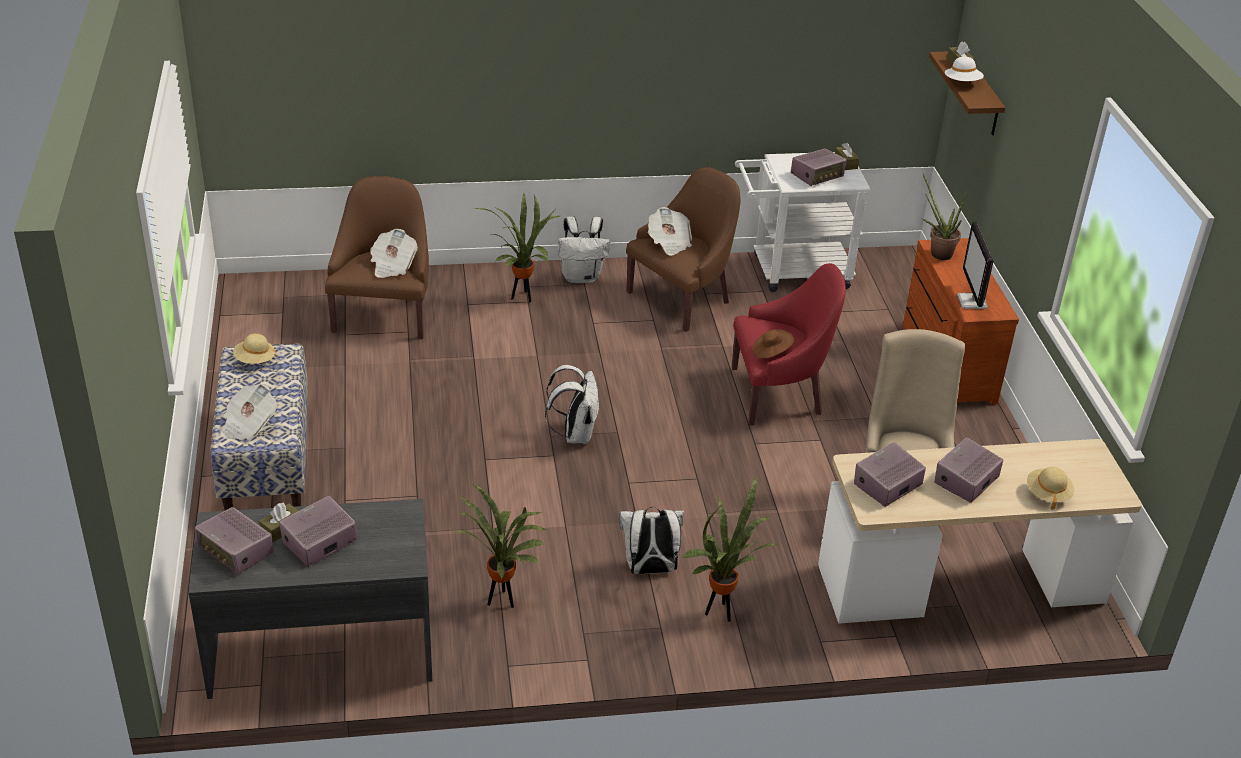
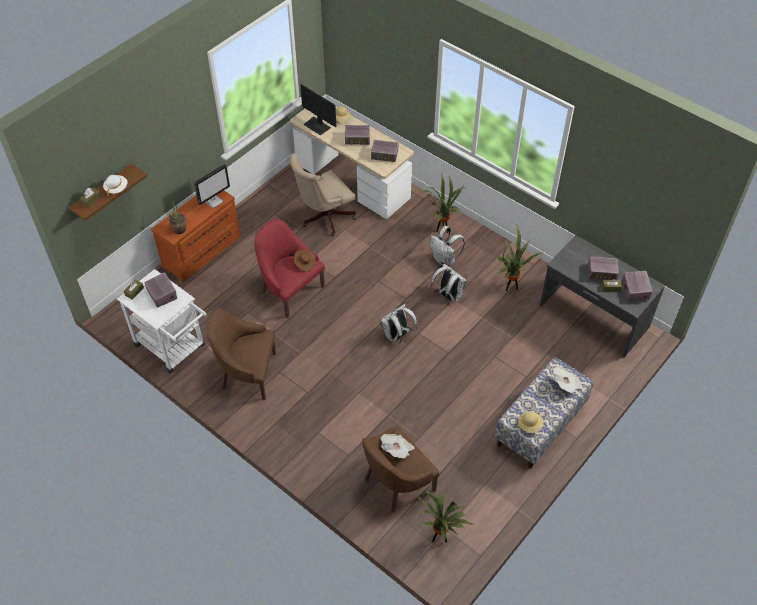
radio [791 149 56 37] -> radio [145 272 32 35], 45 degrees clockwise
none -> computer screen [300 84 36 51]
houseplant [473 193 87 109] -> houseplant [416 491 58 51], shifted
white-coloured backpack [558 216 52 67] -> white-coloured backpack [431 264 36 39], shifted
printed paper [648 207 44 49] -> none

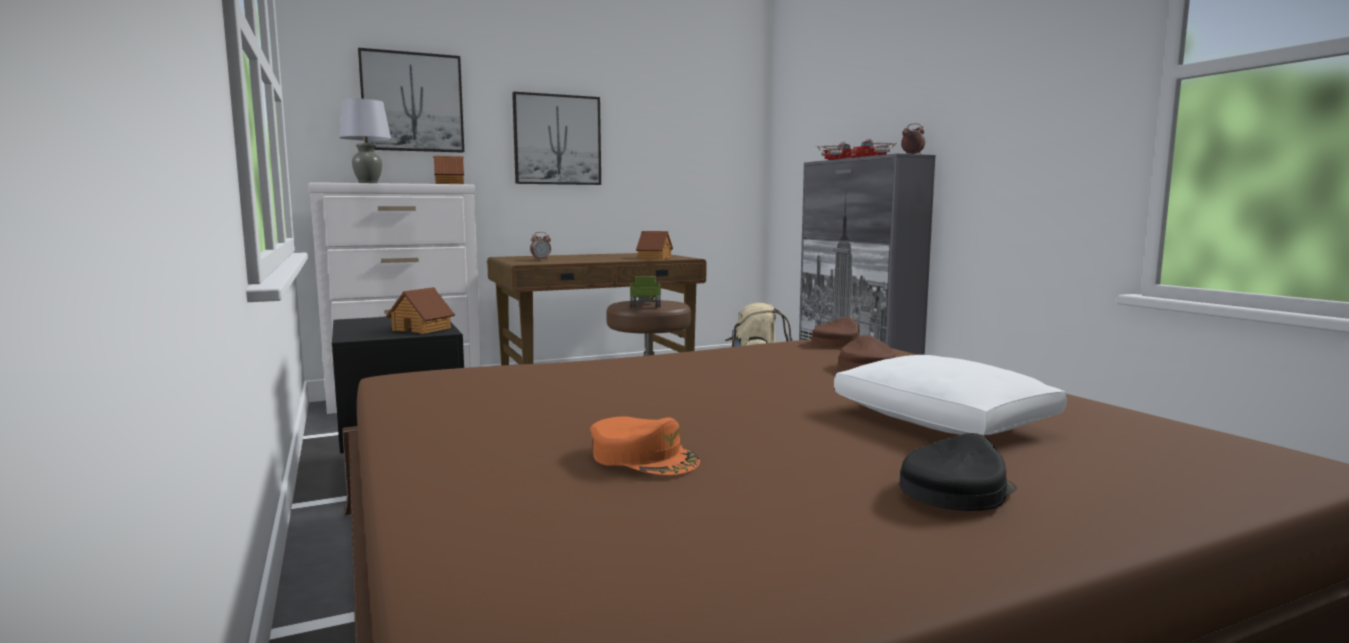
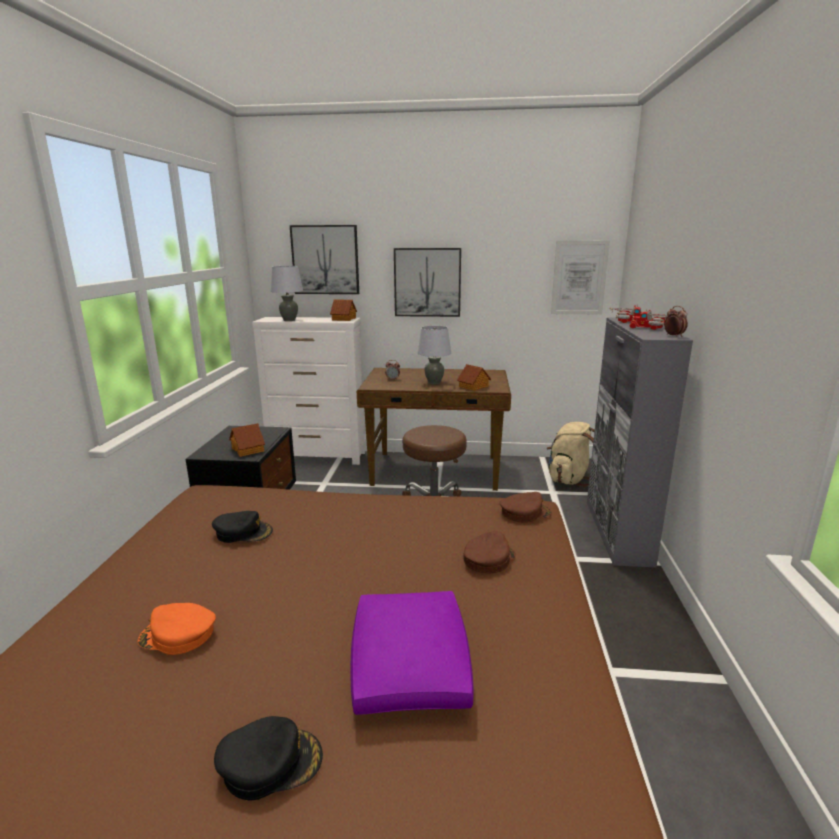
orange-coloured peaked cap [590 416 110 60] -> orange-coloured peaked cap [138 603 78 52], 120 degrees clockwise
none -> black peaked cap [212 511 61 32]
white-coloured cushion [834 355 233 80] -> purplish cushion [350 591 124 124]
none -> gray tabletop lamp [418 326 33 58]
none -> wall art [551 241 59 73]
model truck [629 276 32 32] -> none

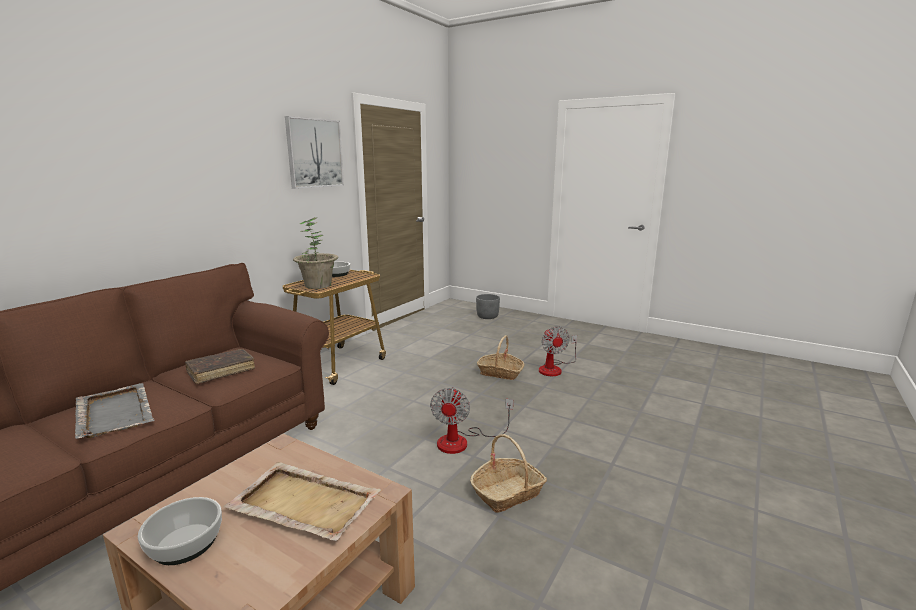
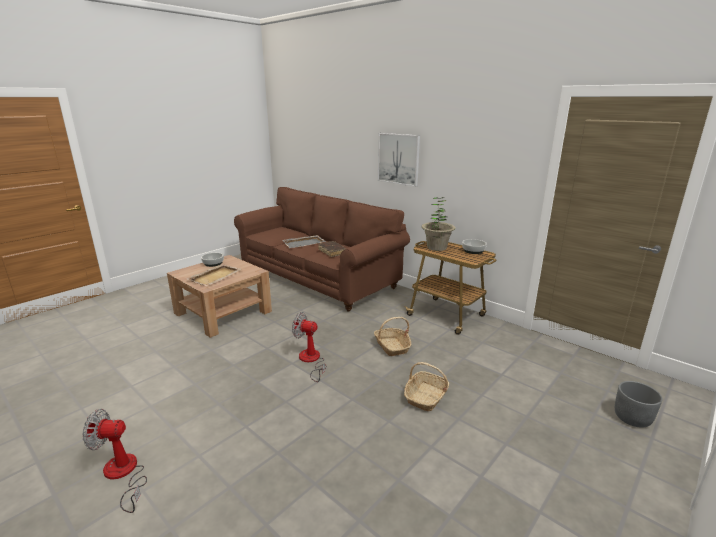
fan [539 326 38 50] -> fan [83 409 64 104], shifted
storage basket [470 434 77 79] -> storage basket [374 317 38 39], shifted
wall art [285 116 59 73] -> wall art [378 133 42 54], shifted

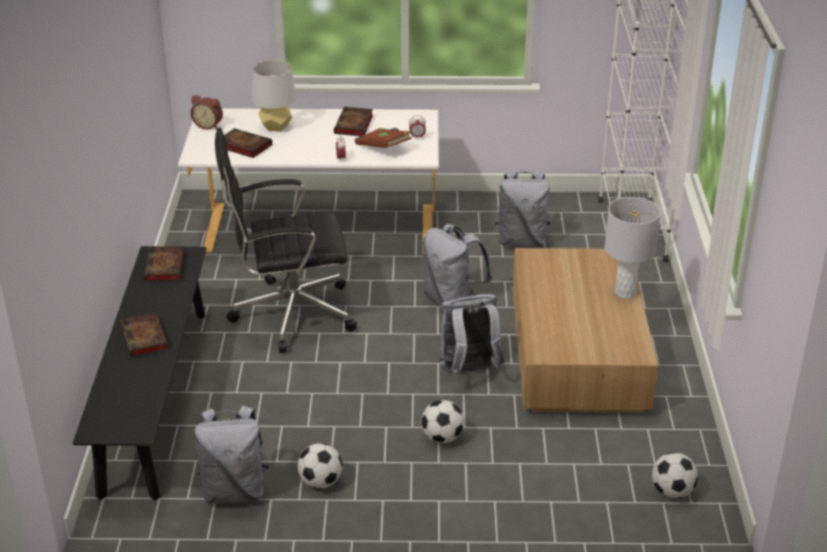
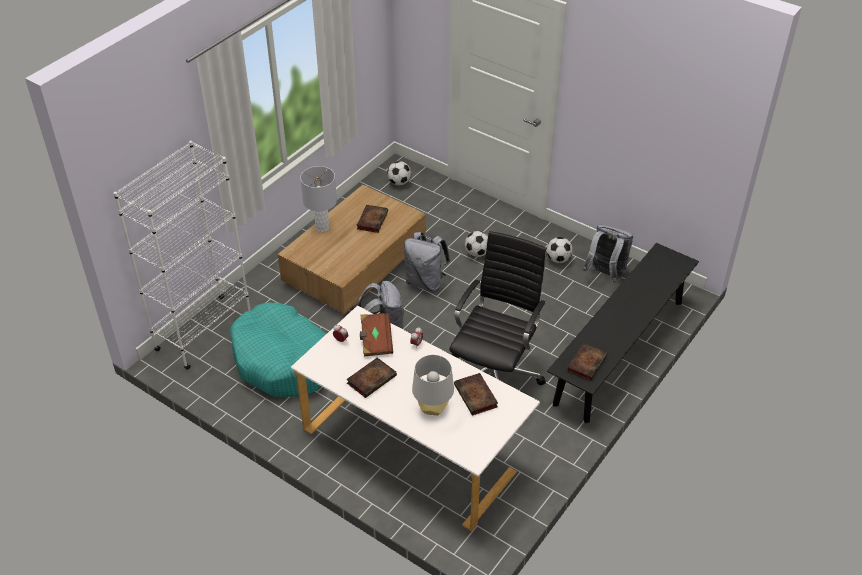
gray backpack [495 171 56 76] -> blue-green pet bed [230 302 96 95]
book [121 312 47 45] -> book [356 205 32 28], shifted
black office chair [215 128 142 225] -> black office chair [449 231 98 154], 90 degrees counterclockwise
bedside clock [191 95 32 35] -> none

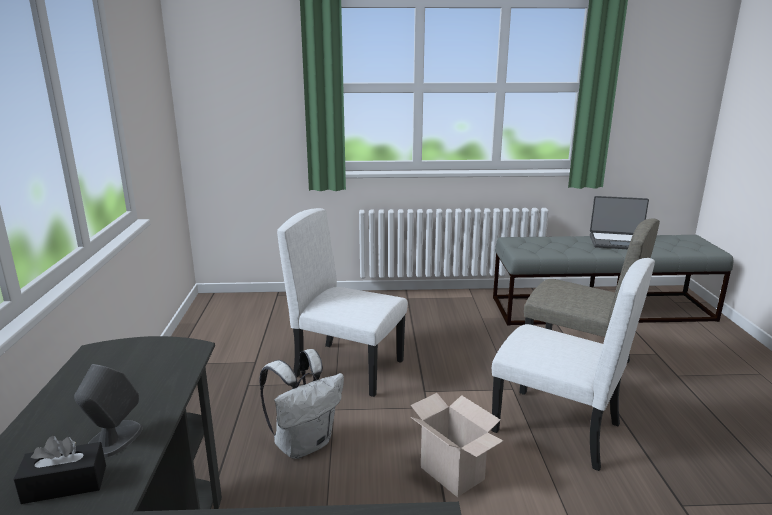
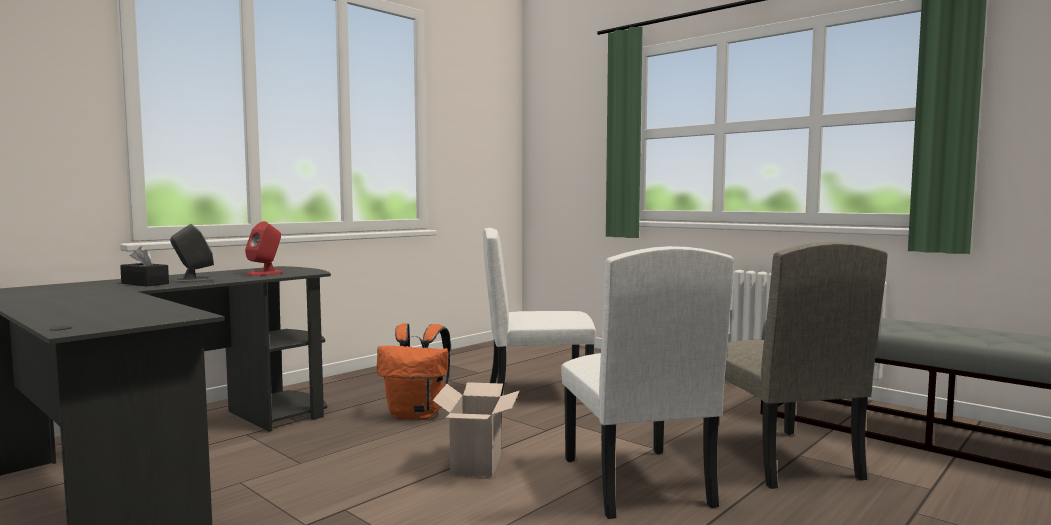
none -> red-coloured speaker [245 221 38 55]
white-coloured backpack [260 349 84 110] -> orange-coloured backpack [377 323 74 97]
white-coloured upright chair [277 208 131 189] -> white-coloured upright chair [483 228 113 169], 75 degrees counterclockwise
laptop [590 196 59 53] -> none

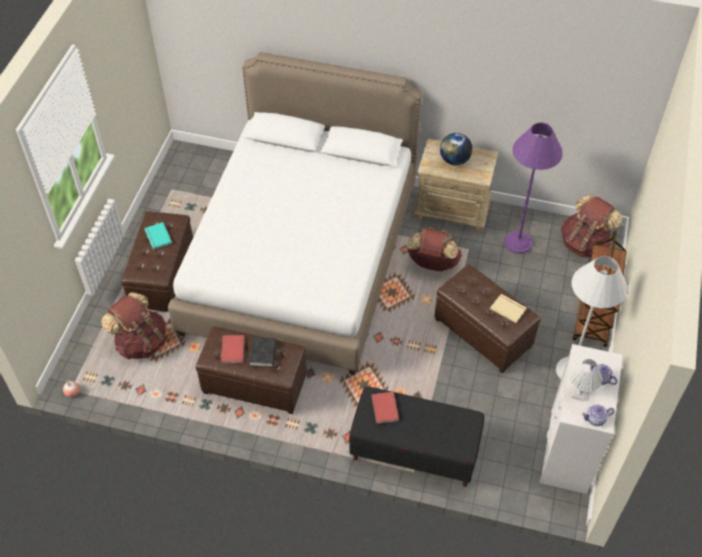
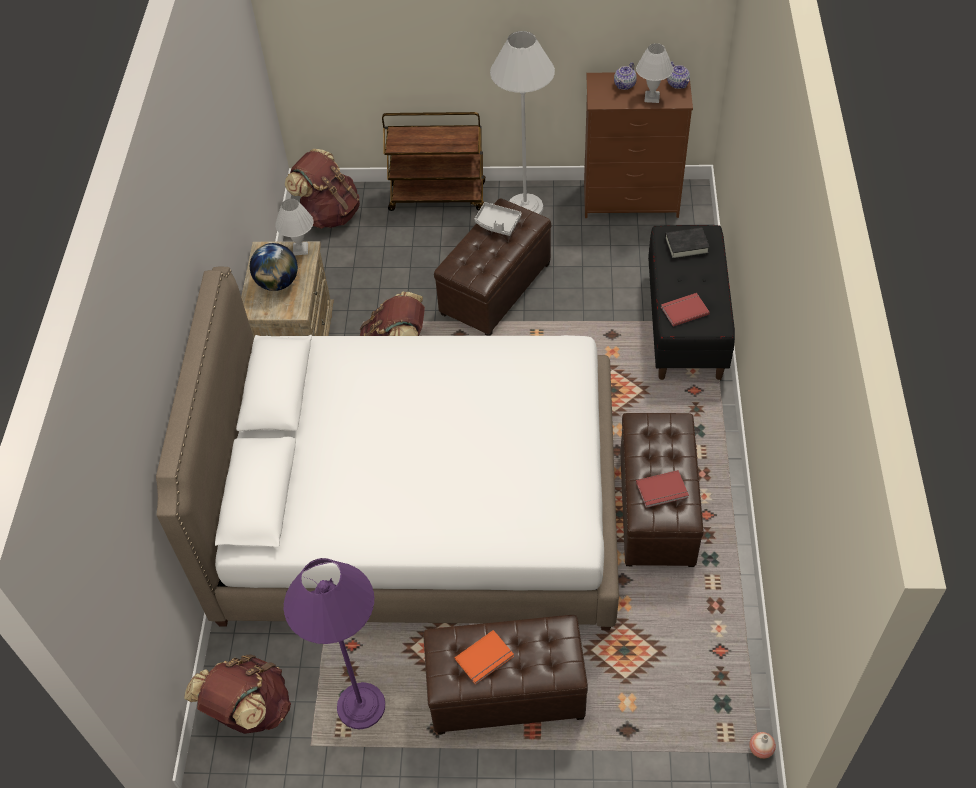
brownish backpack [101 292 64 67] -> brownish backpack [184 655 107 79], shifted
none -> white-coloured tabletop lamp [275 199 39 57]
purplish floor lamp [504 123 59 131] -> purplish floor lamp [284 558 101 171], shifted
blue-green book [144 222 28 28] -> orange-coloured book [455 630 59 55]
sand-coloured book [490 294 36 29] -> gray serving tray [475 202 47 34]
white-coloured drawer chest [539 344 84 150] -> brownish drawer chest [584 72 109 146]
black book [249 337 28 30] -> black book [665 227 45 32], shifted

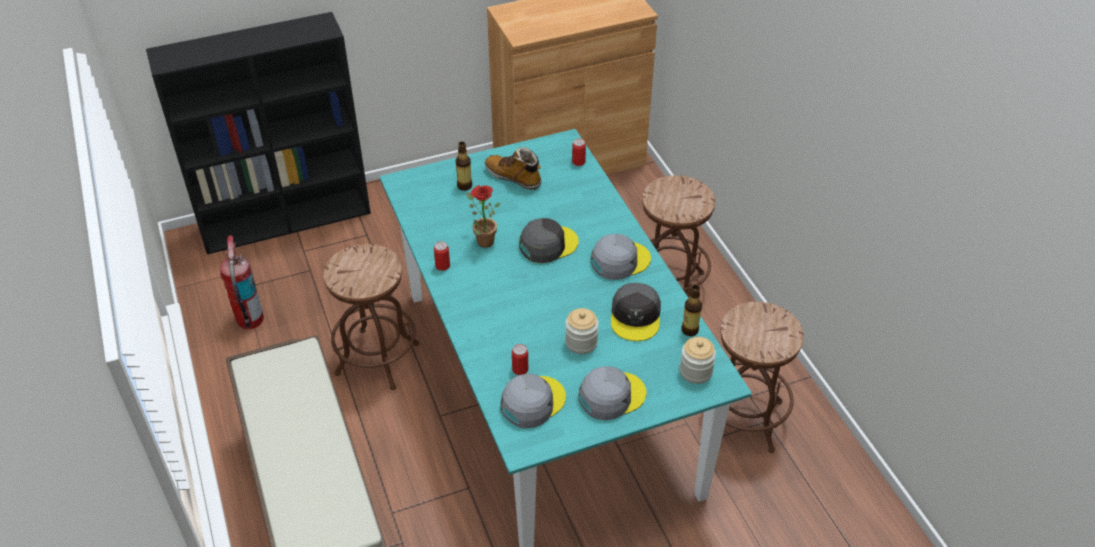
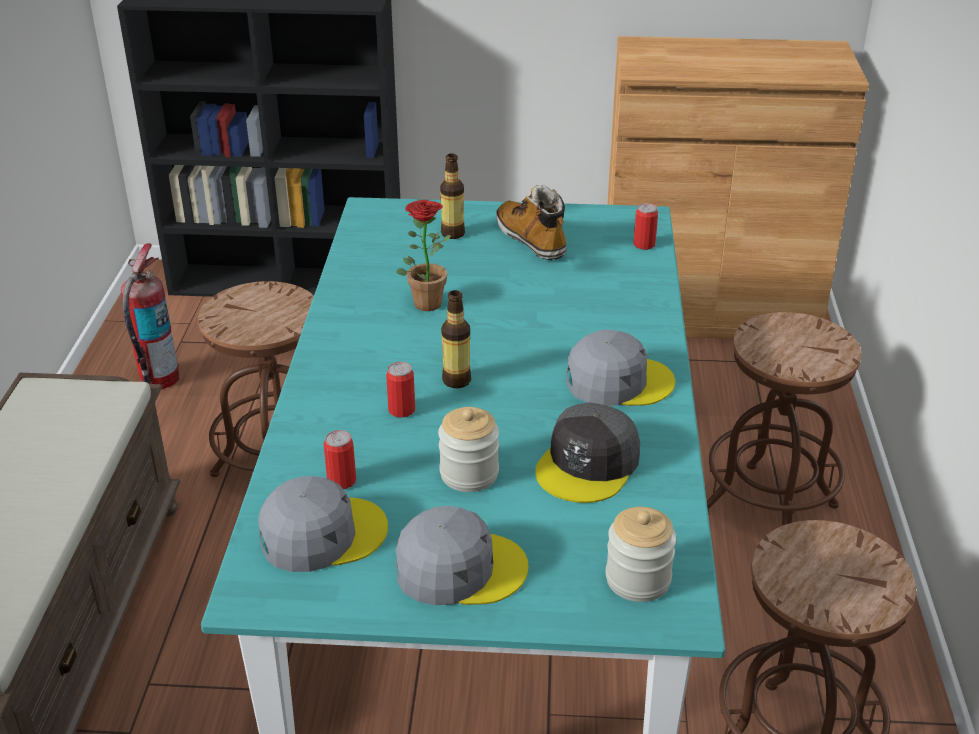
can [434 241 16 30] -> can [386 362 29 56], shifted
bottle [681 285 21 51] -> bottle [441 290 30 98], shifted
gray peaked cap [519 218 60 45] -> none

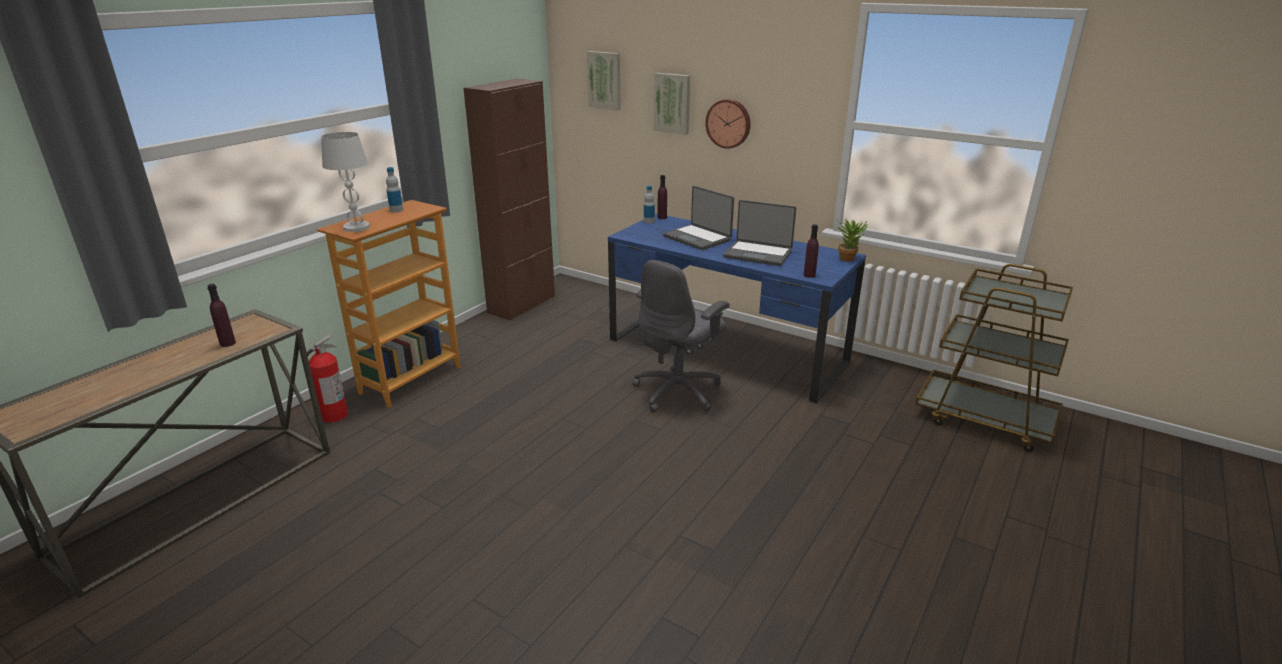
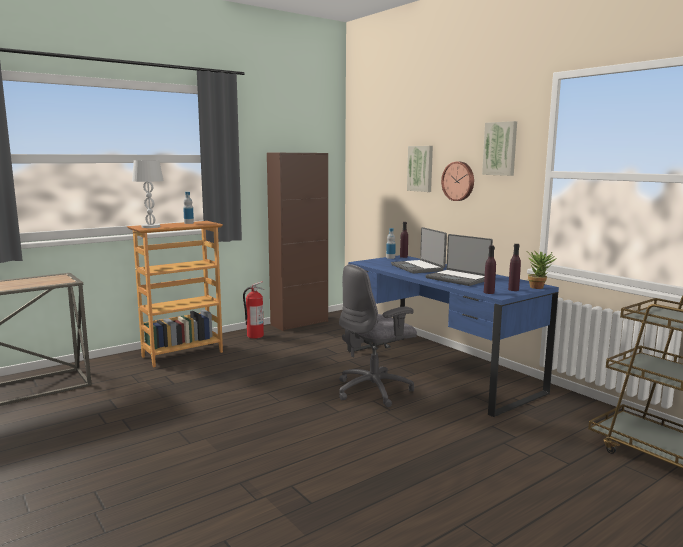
extinguisher [307 335 41 88] -> extinguisher [243 281 21 58], shifted
wall art [587 51 34 60] -> wall art [482 121 35 55], shifted
purplish bottle [207 284 29 63] -> purplish bottle [508 244 13 47], shifted

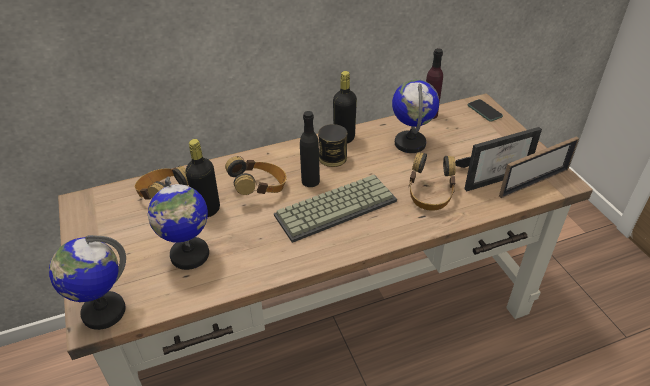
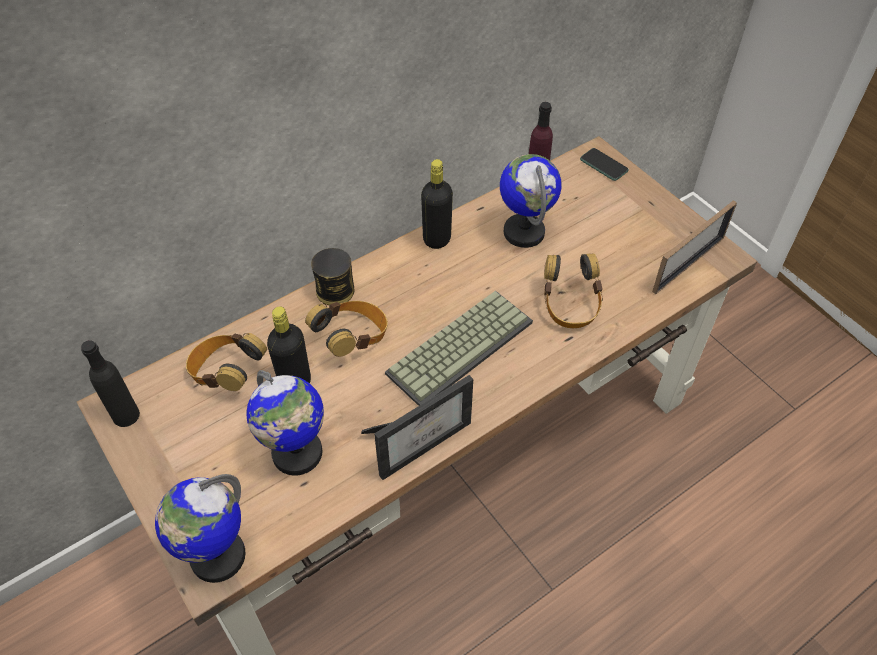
black bottle [300 111 20 76] -> black bottle [81 340 59 87], shifted
can [318 124 29 43] -> can [311 248 43 57], shifted
photo frame [455 127 87 64] -> photo frame [361 375 112 105], shifted

